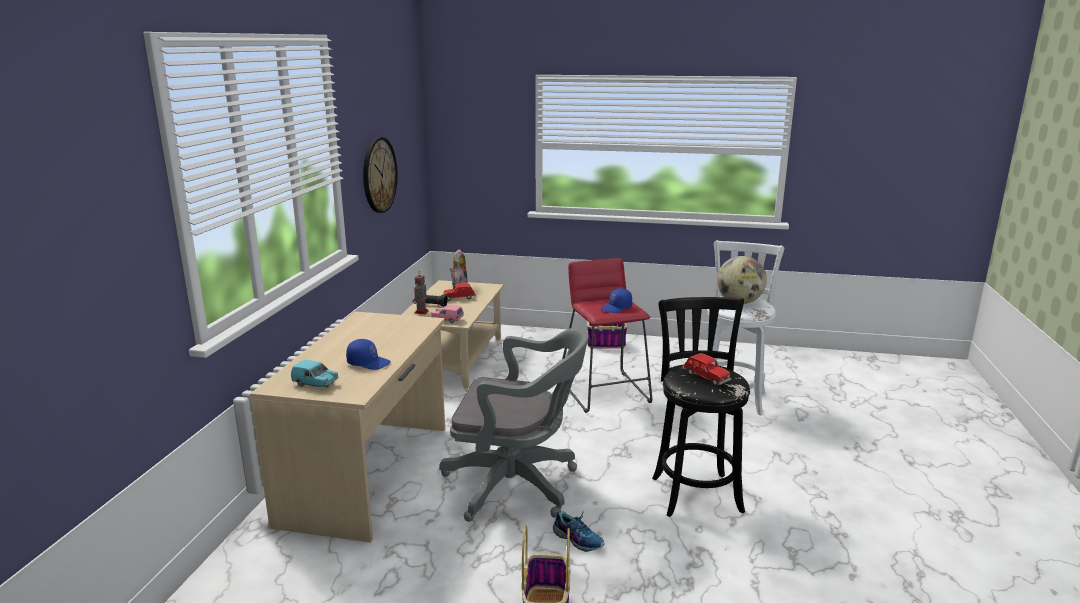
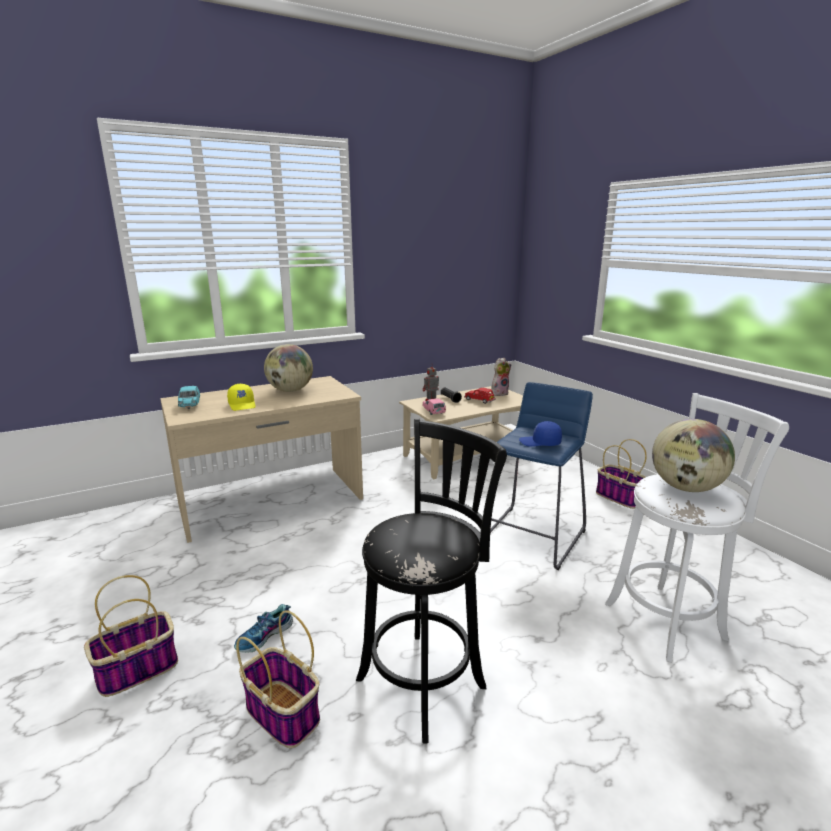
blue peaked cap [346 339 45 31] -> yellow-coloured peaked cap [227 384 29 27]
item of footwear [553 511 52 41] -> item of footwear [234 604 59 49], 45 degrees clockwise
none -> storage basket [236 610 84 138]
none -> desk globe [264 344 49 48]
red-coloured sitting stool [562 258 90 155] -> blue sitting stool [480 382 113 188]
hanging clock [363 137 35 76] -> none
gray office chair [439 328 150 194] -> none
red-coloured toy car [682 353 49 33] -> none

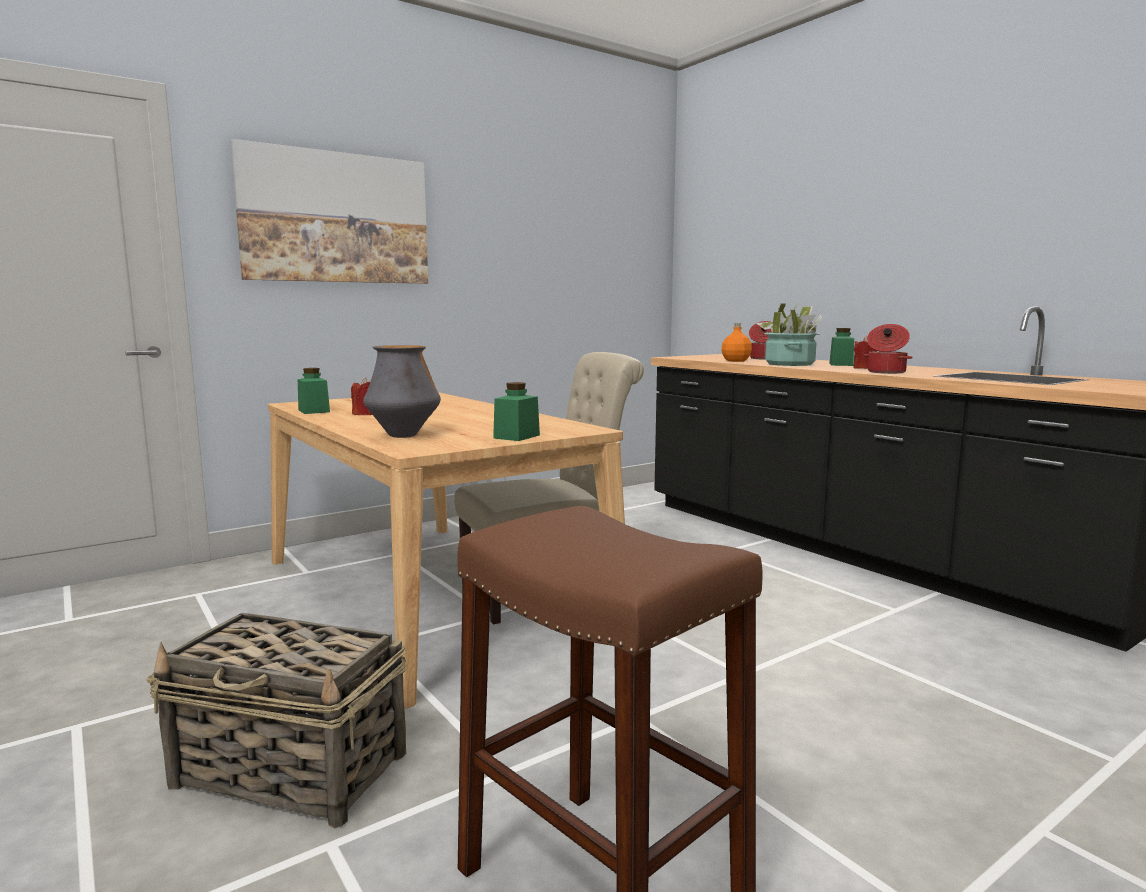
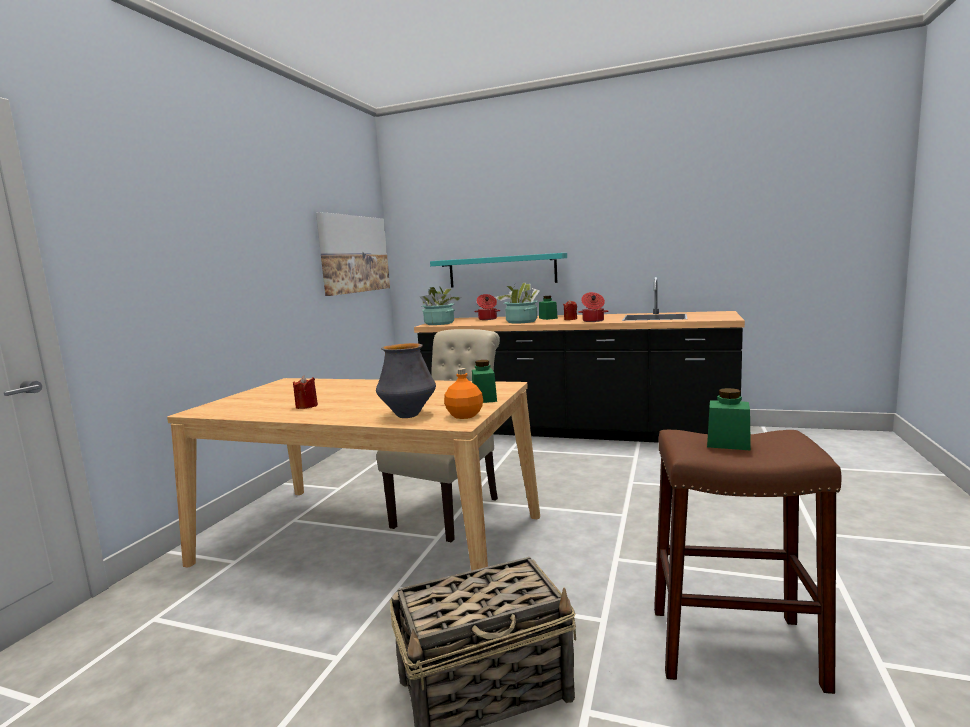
wall art [231 139 197 145] -> wall art [316 212 74 84], shifted
none -> houseplant [420 286 42 39]
none -> blue-green bracket shelf [430 253 137 35]
orange-coloured bottle [721 323 31 39] -> orange-coloured bottle [444 368 39 51], shifted
green-coloured jar [298 368 32 46] -> green-coloured jar [707 388 44 63], shifted

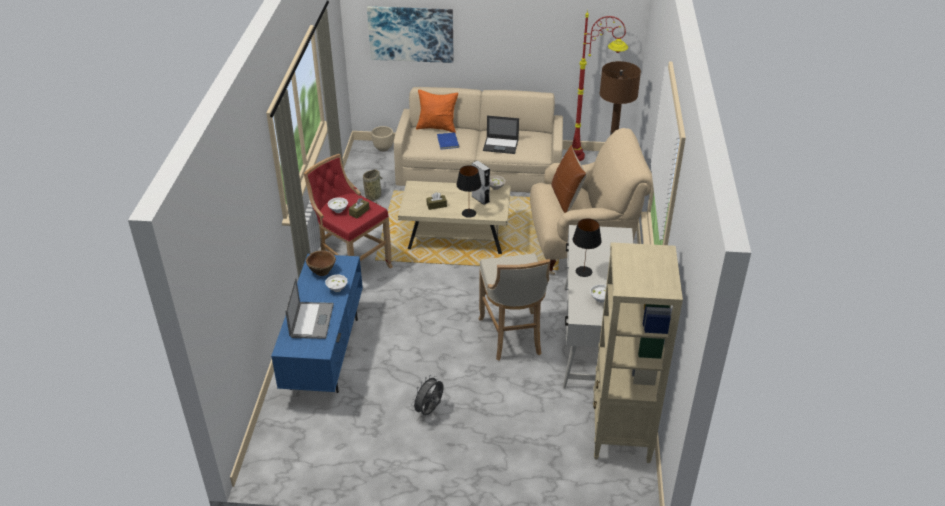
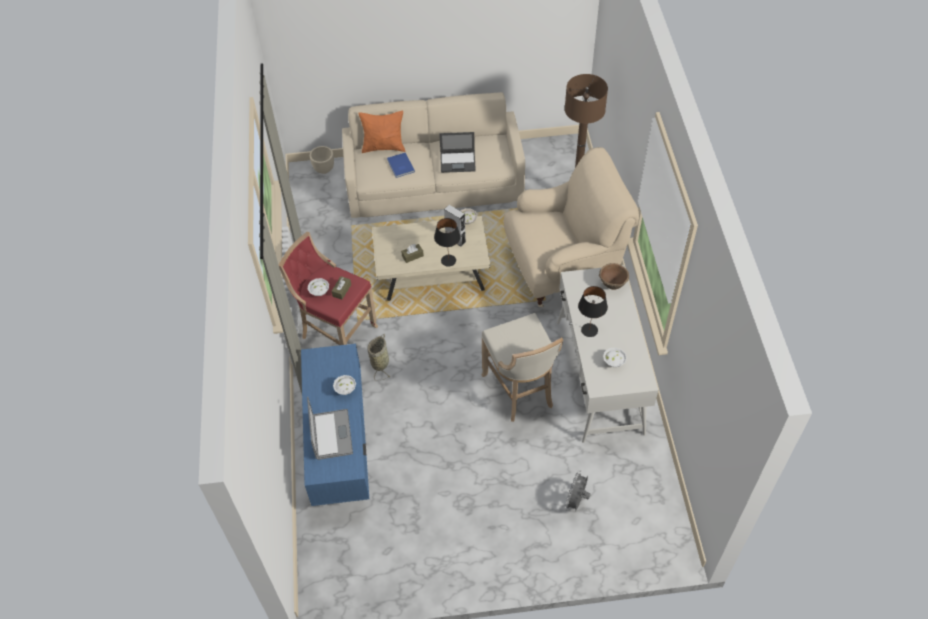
storage basket [363 169 20 35] -> storage basket [367 334 24 47], shifted
gray fan [411 375 33 41] -> gray fan [564 470 27 42], shifted
brownish deep dish [306 250 30 26] -> brownish deep dish [599 263 30 27], shifted
wall art [367 6 87 57] -> none
brownish cushion [551 145 36 68] -> none
red-coloured floor lamp [572 10 56 151] -> none
sand-coloured shelving unit [593 242 90 221] -> none

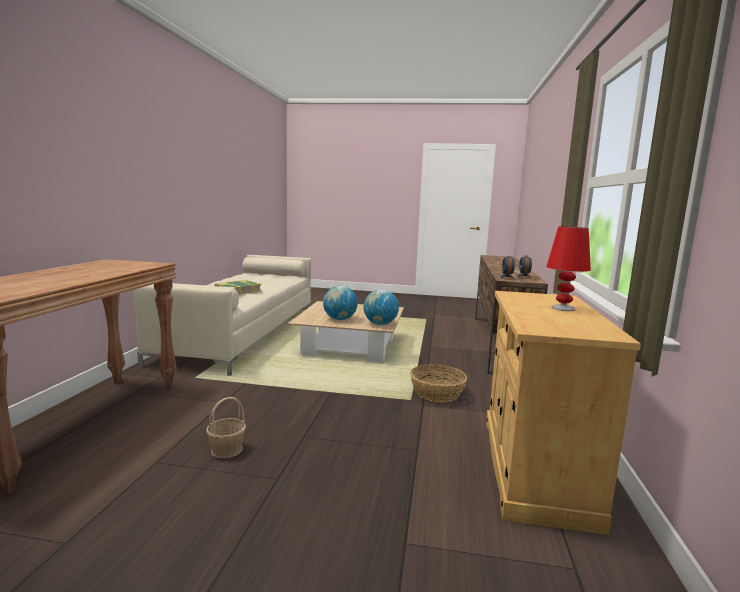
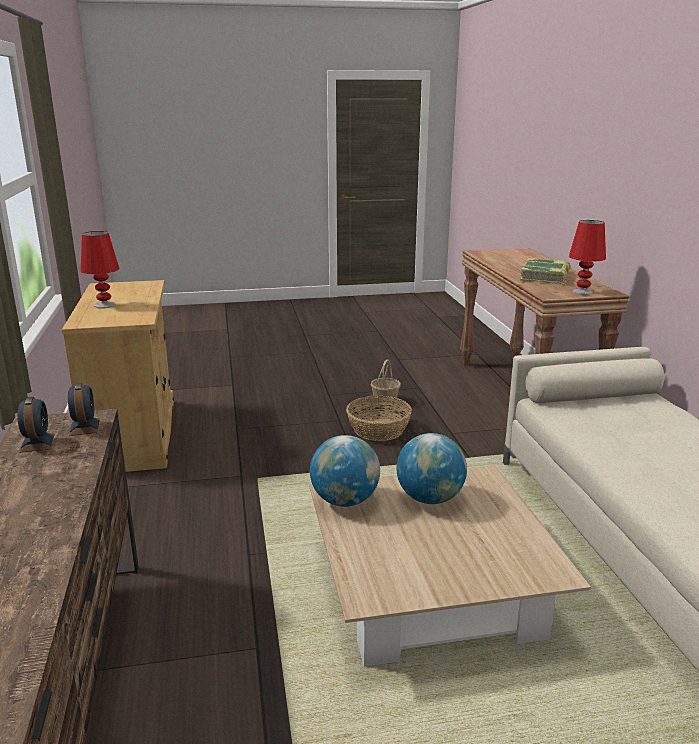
storage basket [410 364 57 38] -> storage basket [346 395 66 46], shifted
book [214 280 48 14] -> book [520 258 51 26], shifted
none -> red-coloured tabletop lamp [569 220 37 75]

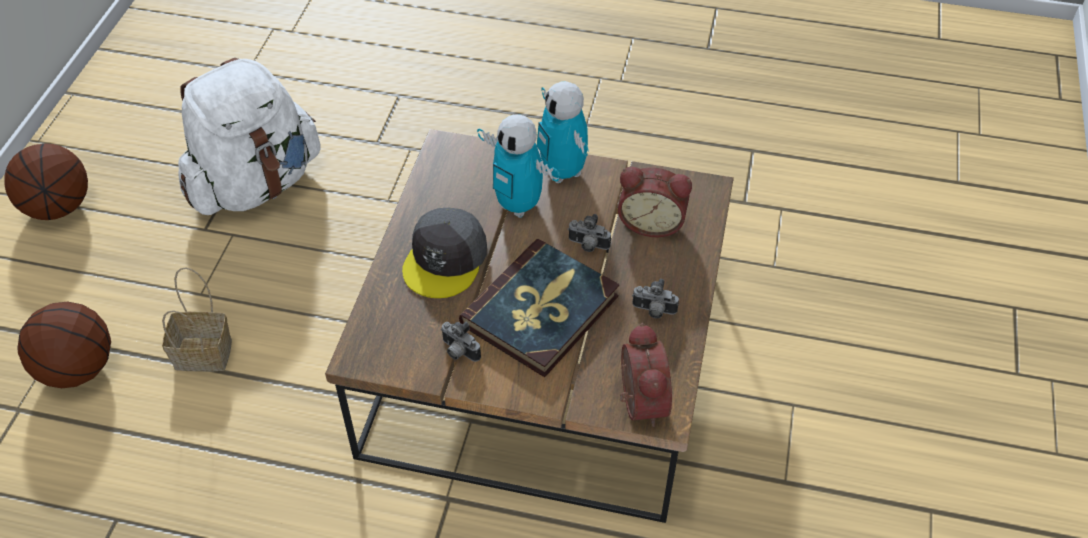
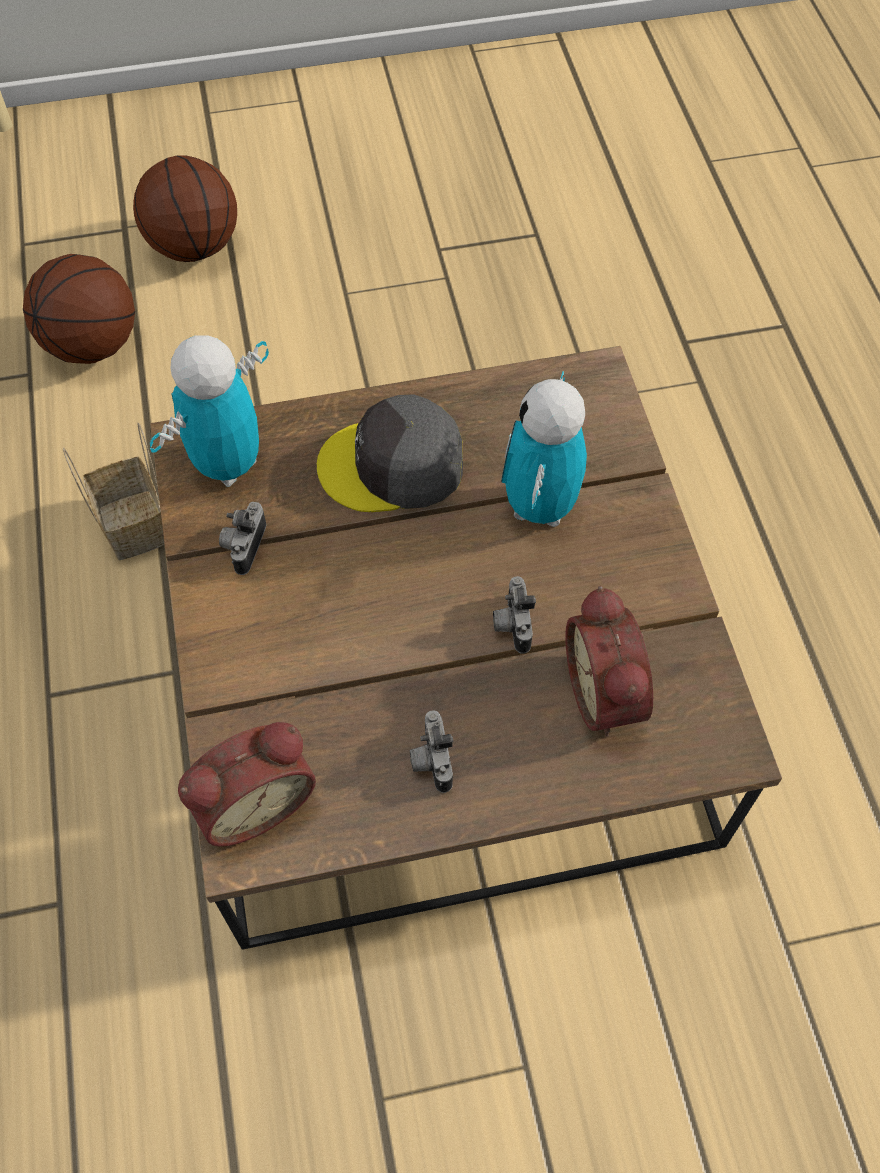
ball for basketball [4 144 84 76] -> ball for basketball [23 254 112 110], shifted
storage basket [162 267 70 105] -> storage basket [63 423 102 137], shifted
toy robot [537 81 52 102] -> toy robot [150 335 119 152], shifted
white-coloured backpack [178 58 143 157] -> none
book [459 239 160 138] -> none

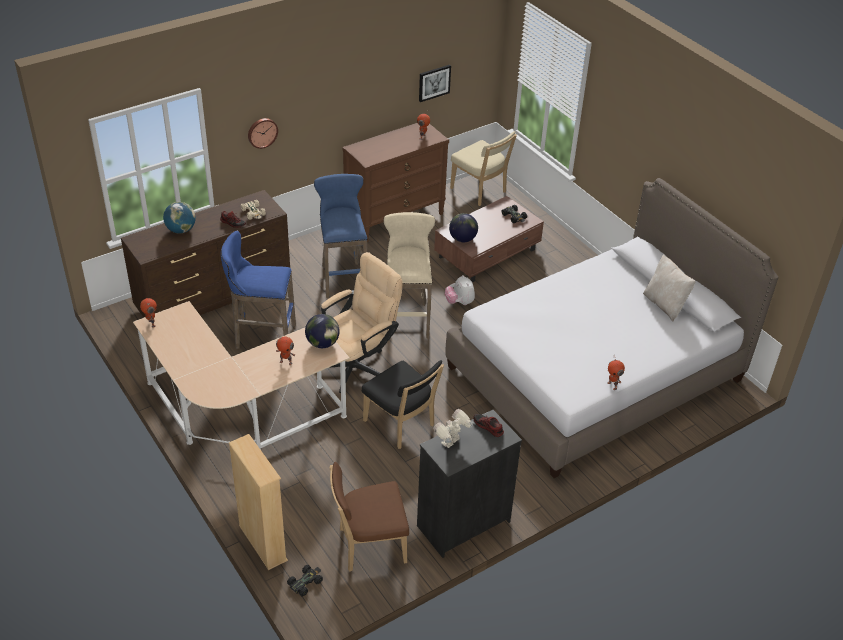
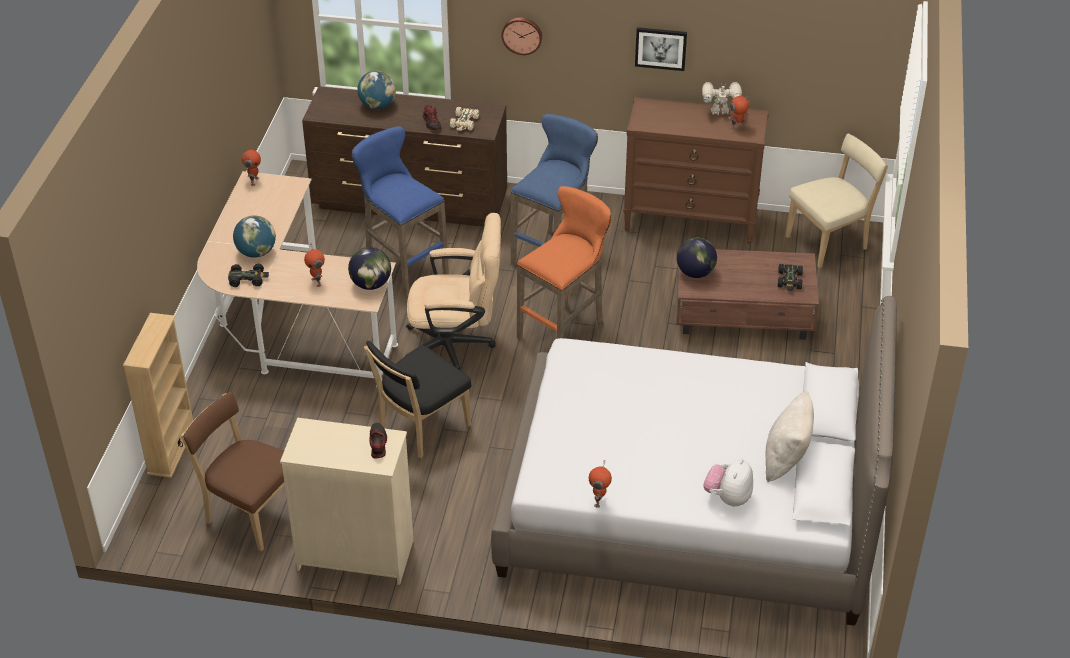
black toy car [287 565 36 31] -> black toy car [228 264 41 23], shifted
none -> desk globe [233 215 43 43]
black drawer chest [417 410 105 148] -> sand-coloured drawer chest [280 418 133 167]
black upright chair [362 360 82 89] -> black upright chair [364 341 108 117], 45 degrees clockwise
sand-coloured sitting stool [383 212 52 127] -> orange-coloured sitting stool [517 186 95 153]
wall art [419 65 32 37] -> wall art [635 27 52 44], shifted
toy robot [433 409 40 39] -> toy robot [702 82 40 33], shifted
cuddly toy [445 275 30 30] -> cuddly toy [703 459 50 48], shifted
sand-coloured upright chair [450 131 67 75] -> sand-coloured upright chair [786 133 102 135], 120 degrees counterclockwise

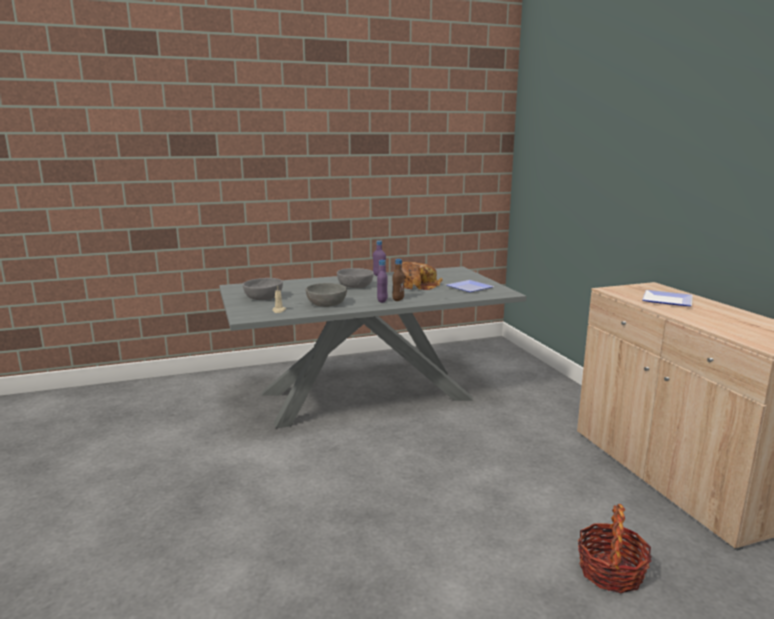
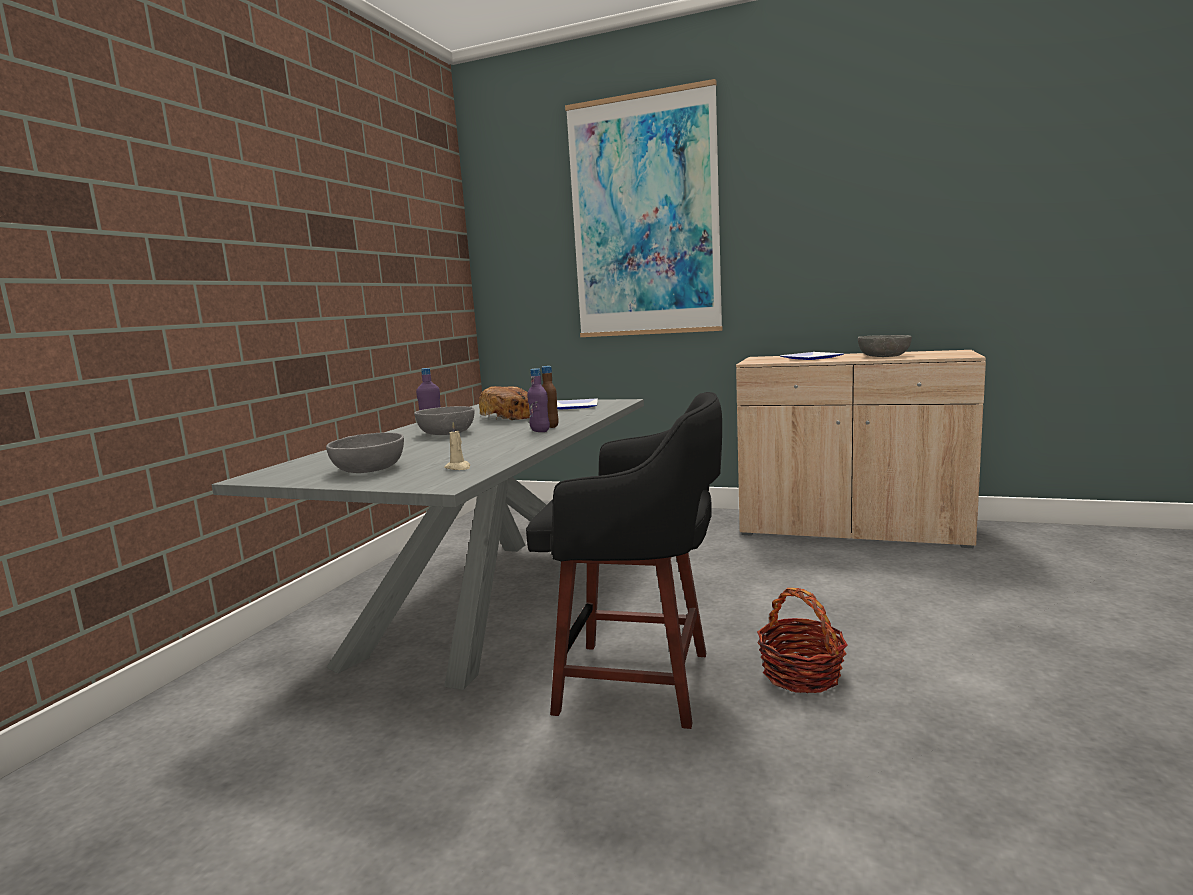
none -> black sitting stool [526 392 196 337]
none -> wall art [565 79 158 258]
storage basket [578 504 73 89] -> storage basket [757 588 91 105], shifted
gray deep dish [306 283 41 24] -> gray deep dish [858 335 54 22], shifted

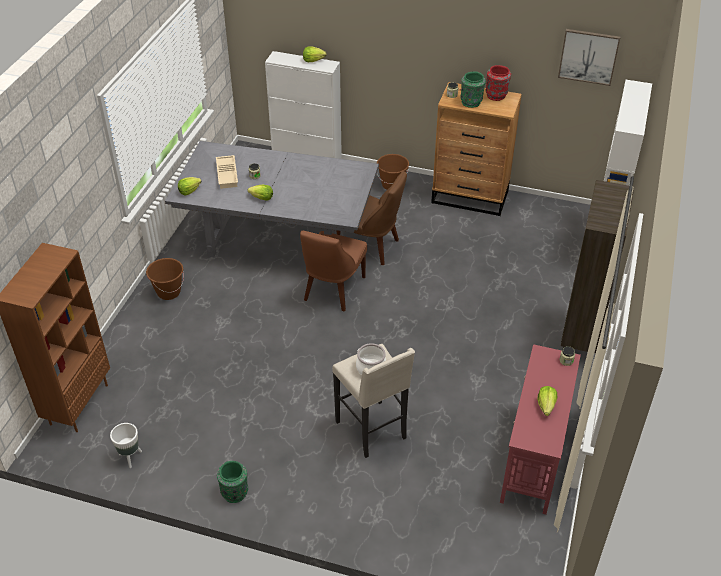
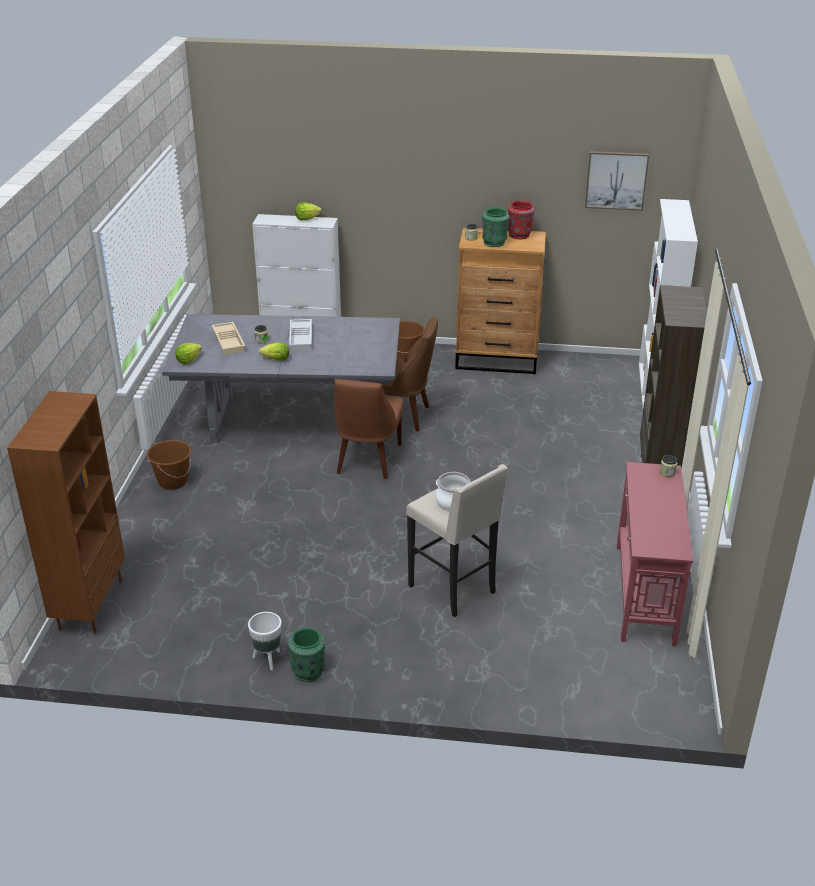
white-coloured flower pot [110 423 32 45] -> white-coloured flower pot [248 612 34 58], shifted
none -> white-coloured serving tray [289 319 23 32]
head of lettuce [538 386 19 30] -> none

